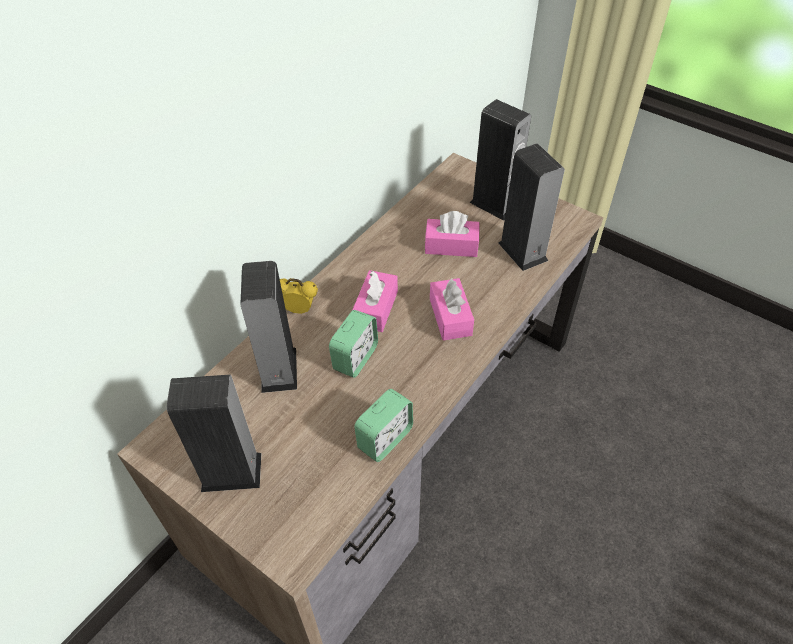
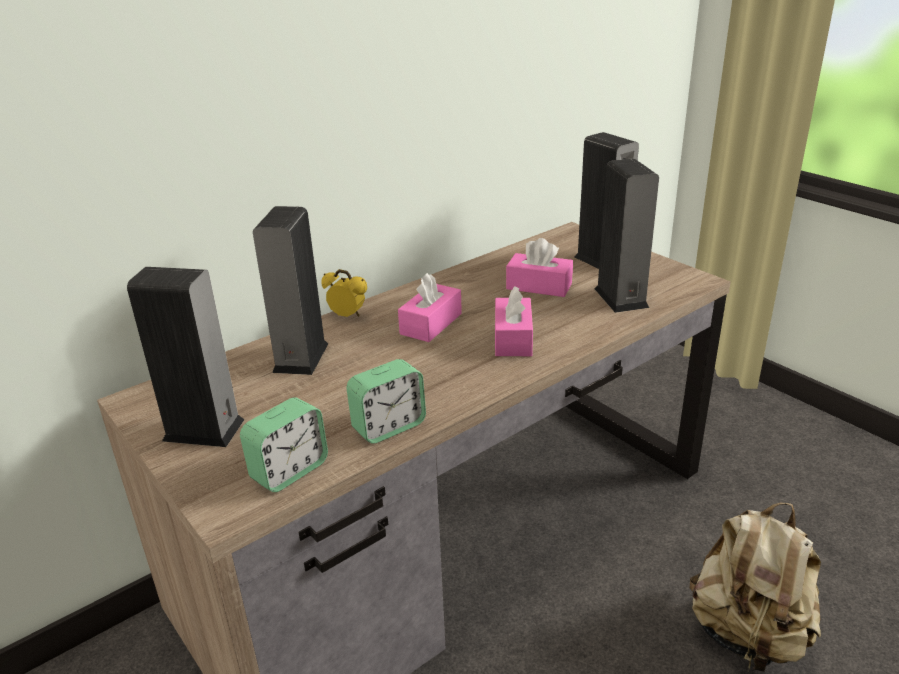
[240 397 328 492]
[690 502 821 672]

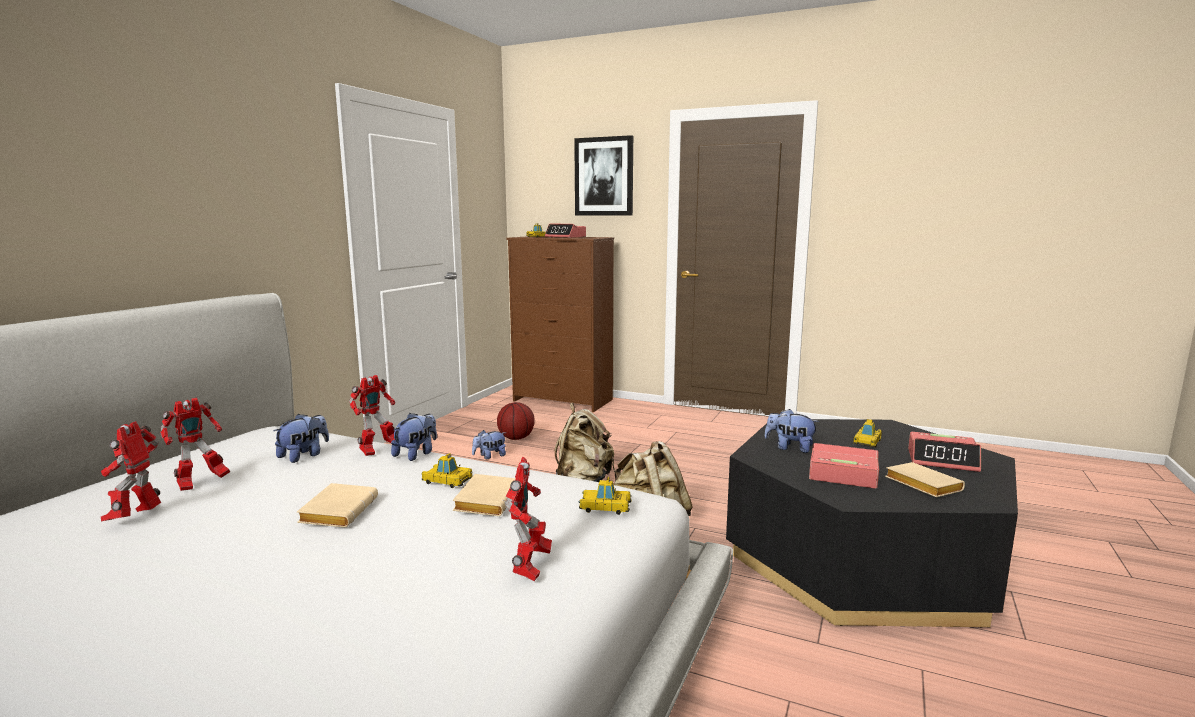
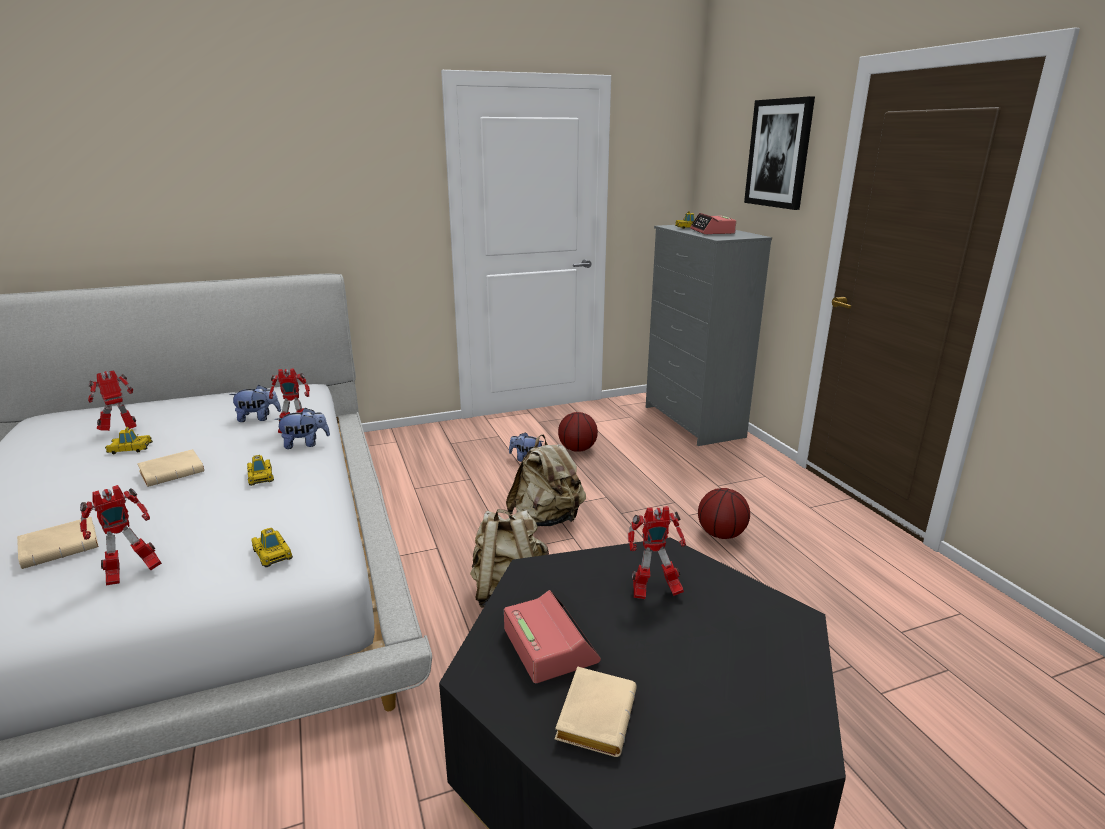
[628 506 686 599]
[17 517 99 569]
[646 225 772 446]
[764 409 819 453] (first image)
[105 427 153 454]
[908 432 981 472] (first image)
[698 488 750 539]

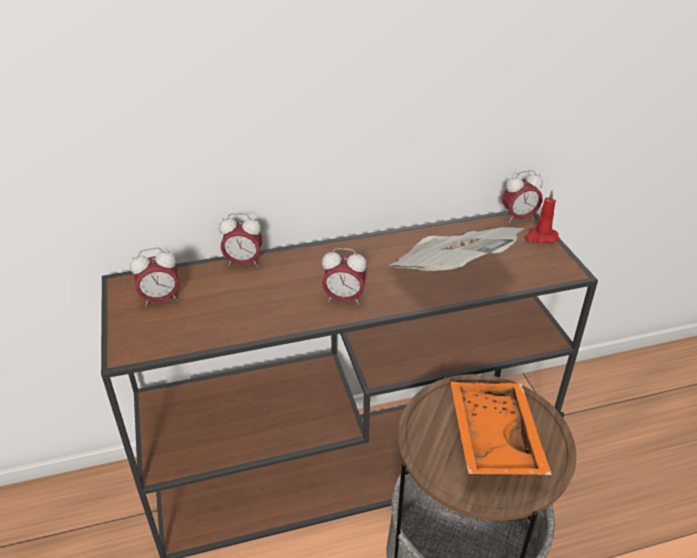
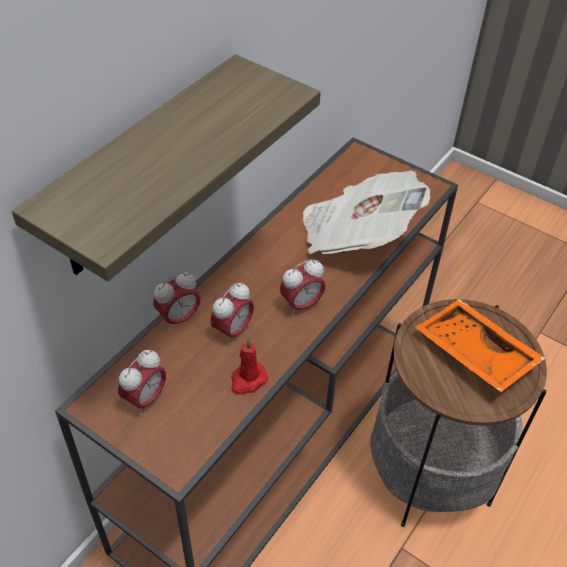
[210 282 254 344]
[231 339 268 394]
[12 54 321 282]

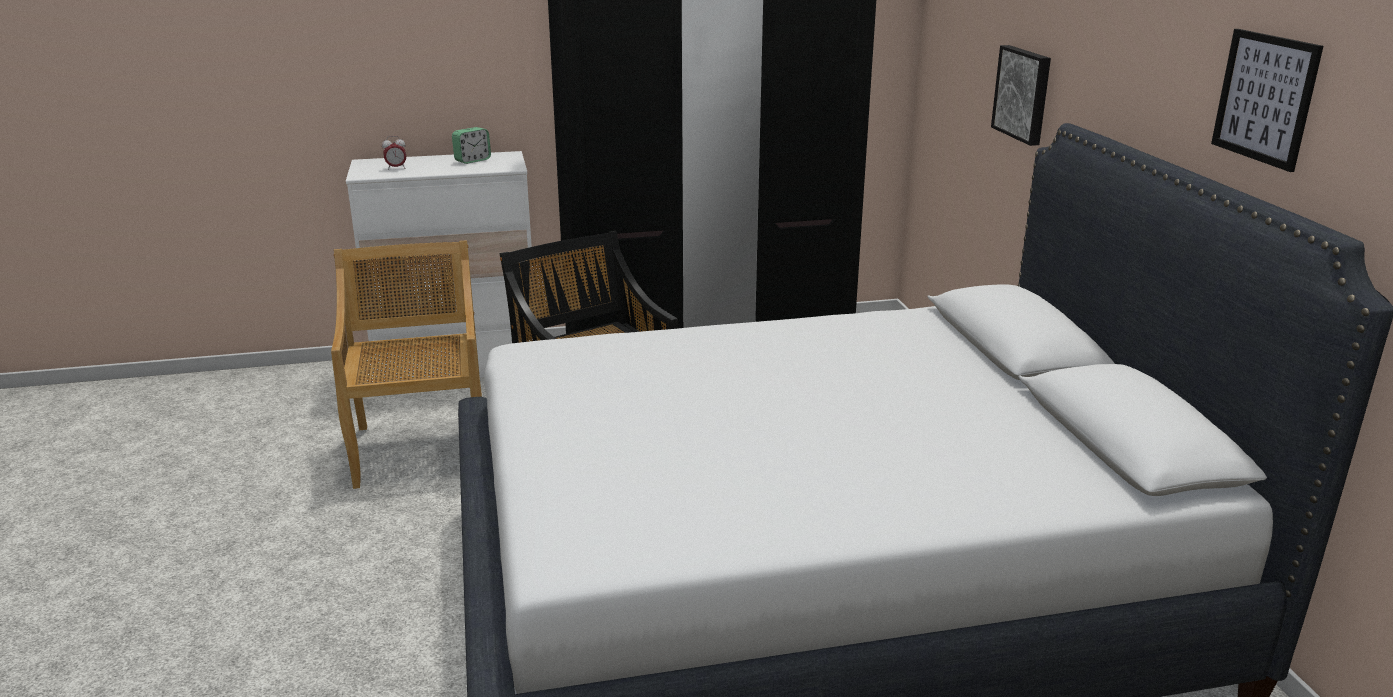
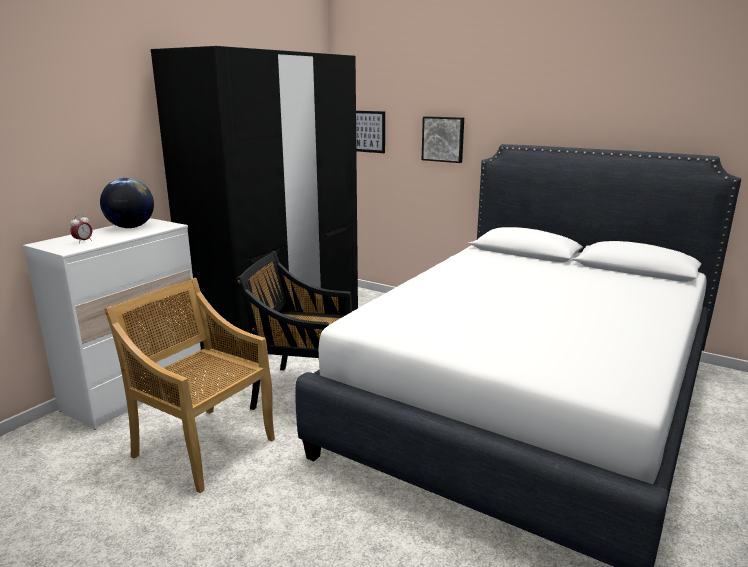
[100 178 154 228]
[356 111 385 153]

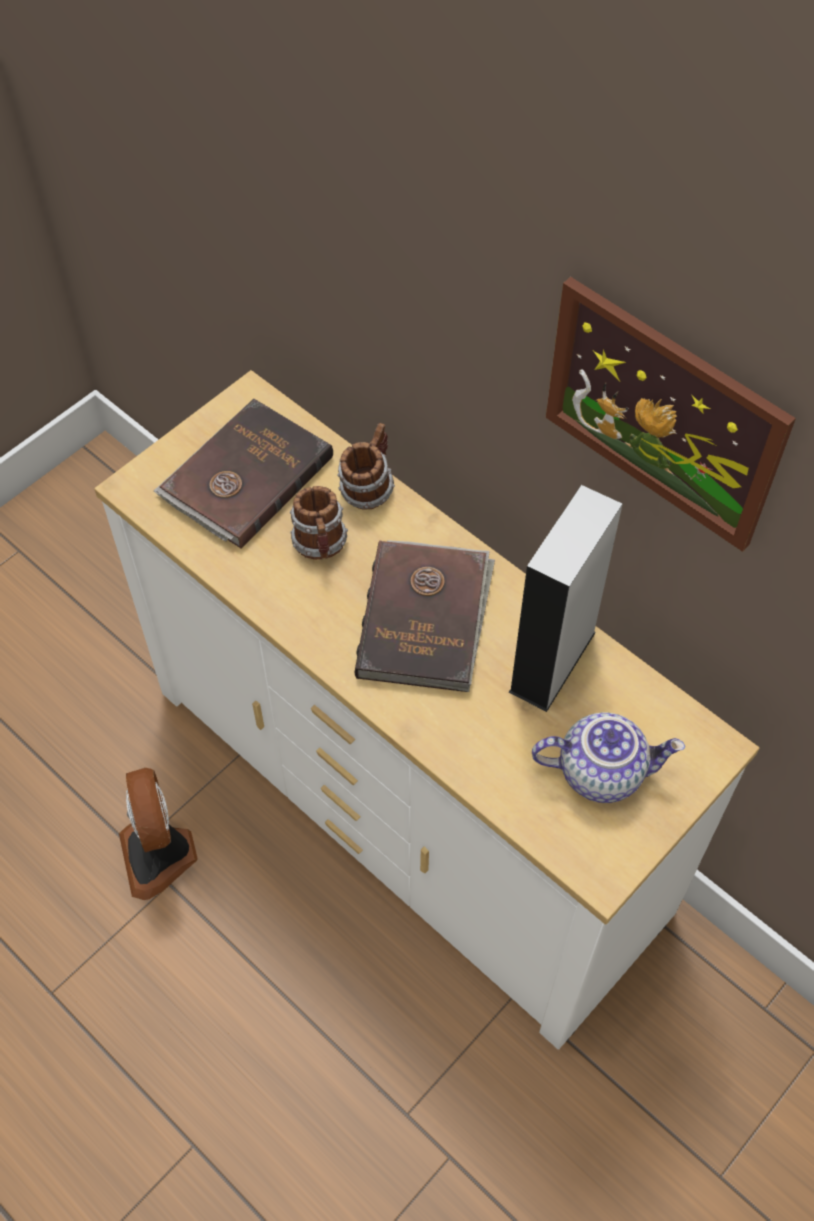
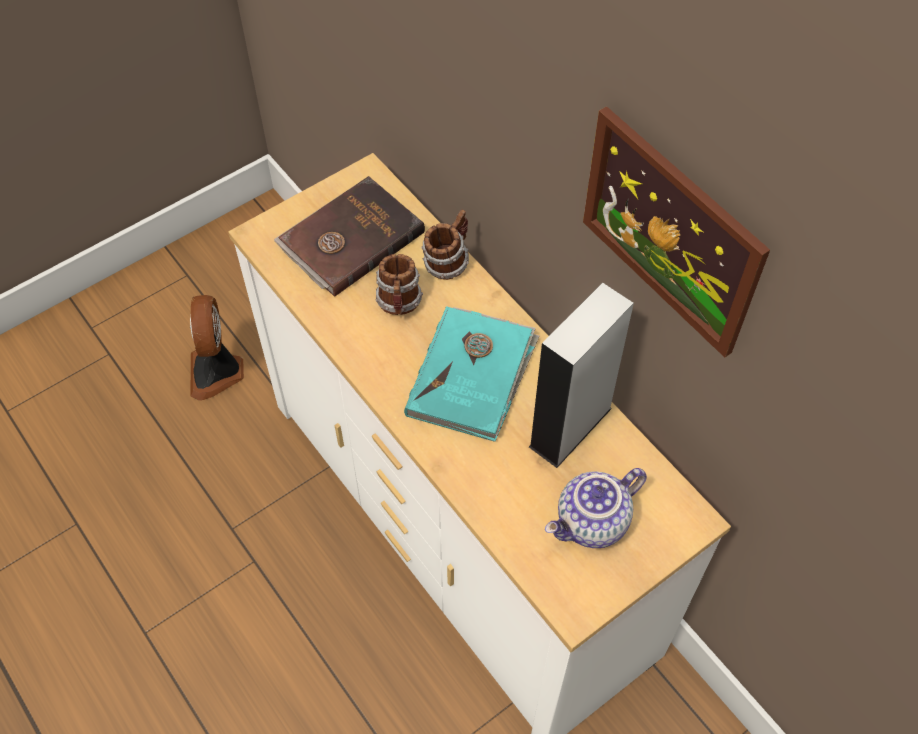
[190 295 244 400]
[404 306 539 442]
[545 468 647 548]

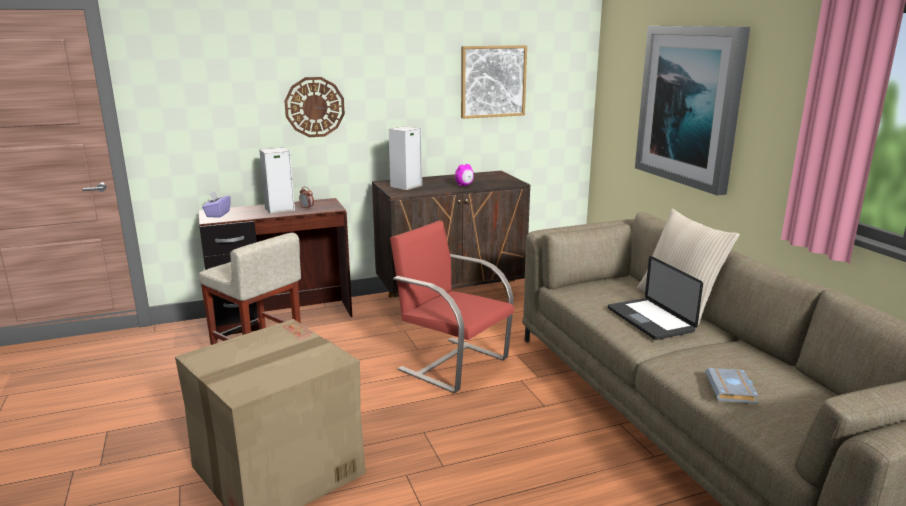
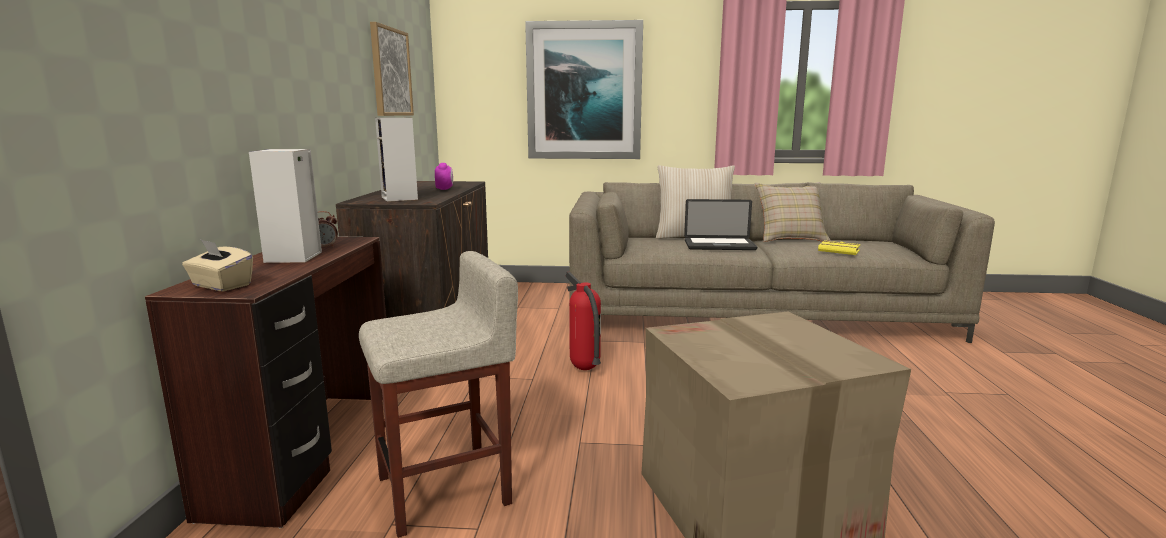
[182 240 253 291]
[284 77 345 137] (first image)
[565 272 601 370]
[818 241 861 255]
[755 182 831 242]

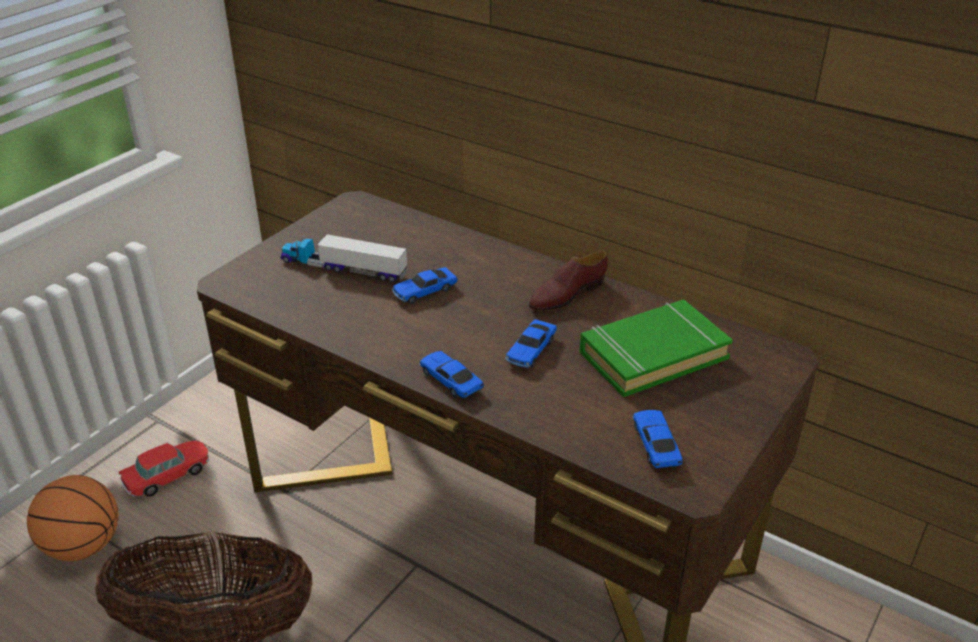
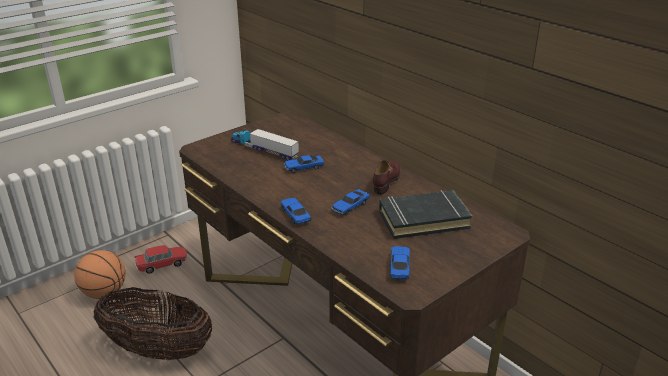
[373 160 400 194]
[379 190 473 239]

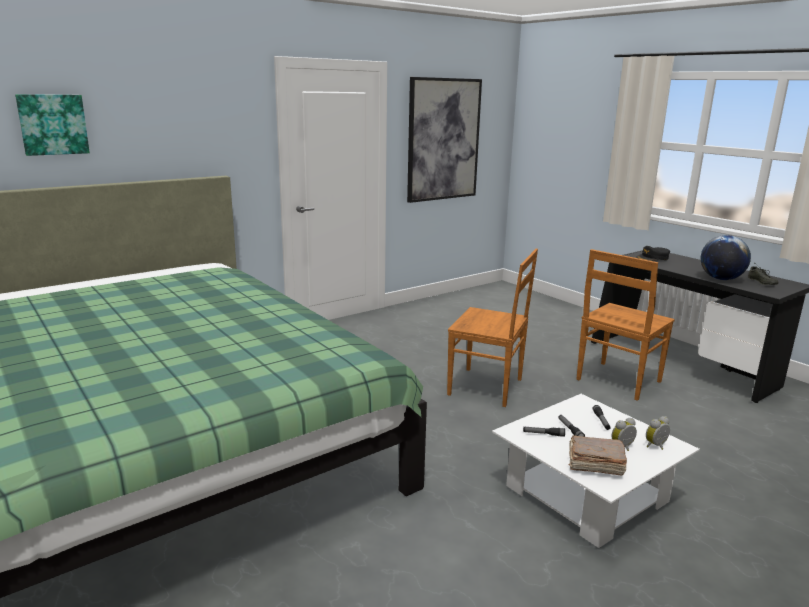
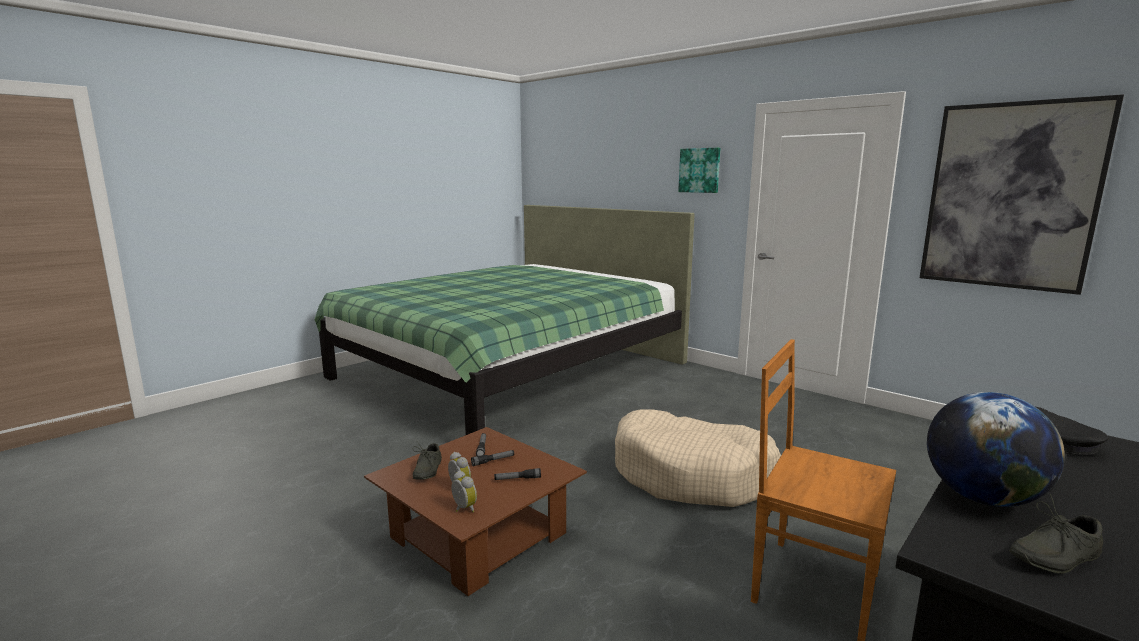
[678 148 720 193]
[615 409 781 507]
[364 427 587 596]
[412 442 442 480]

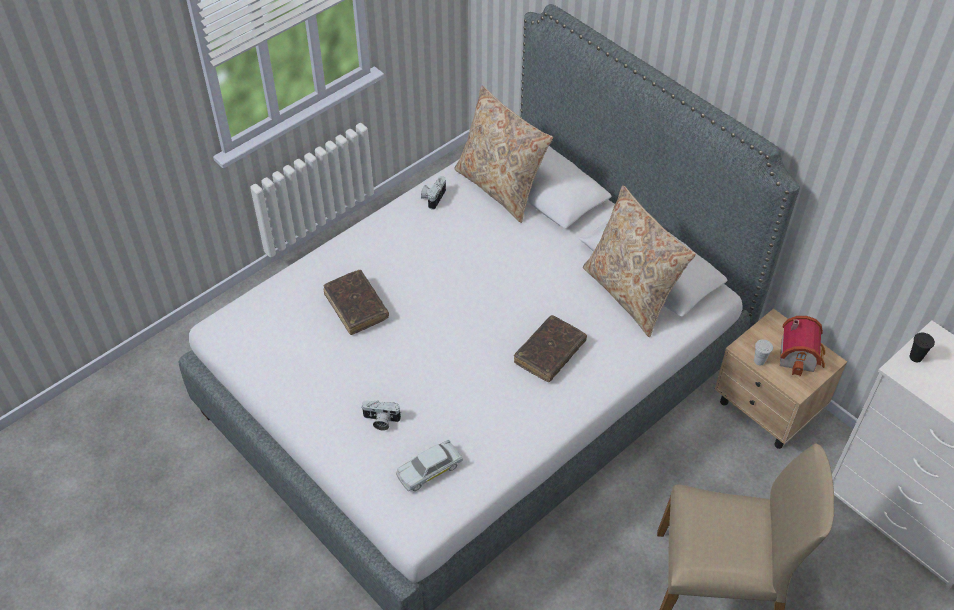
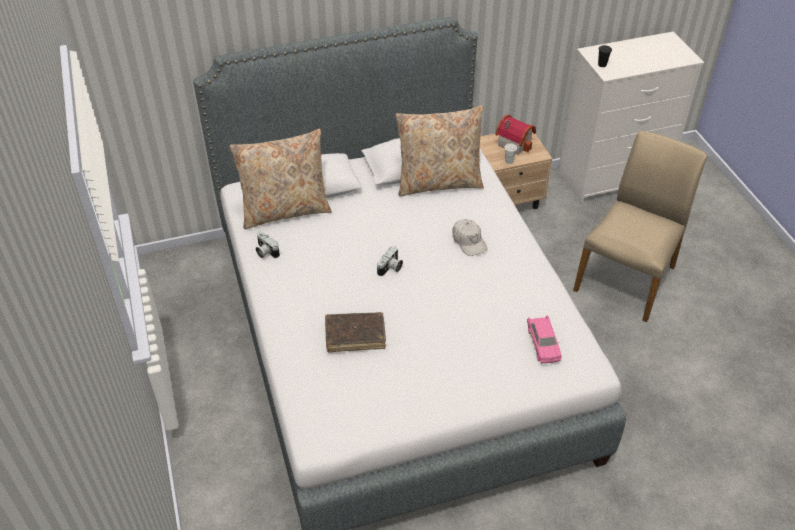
[377 247 403 276]
[527 316 561 363]
[452 219 488 256]

